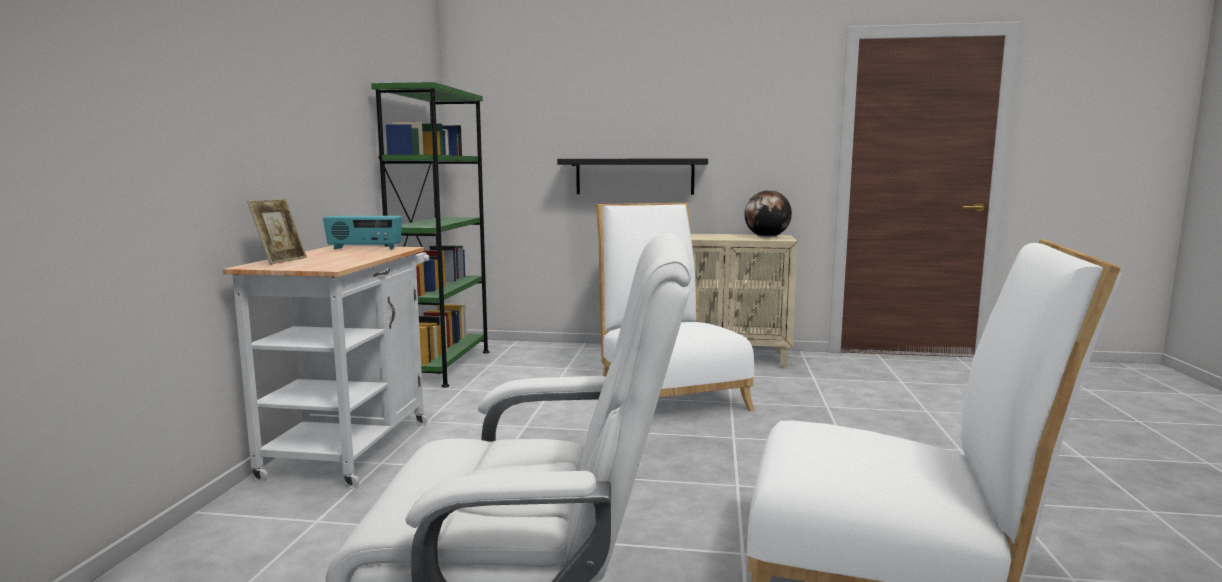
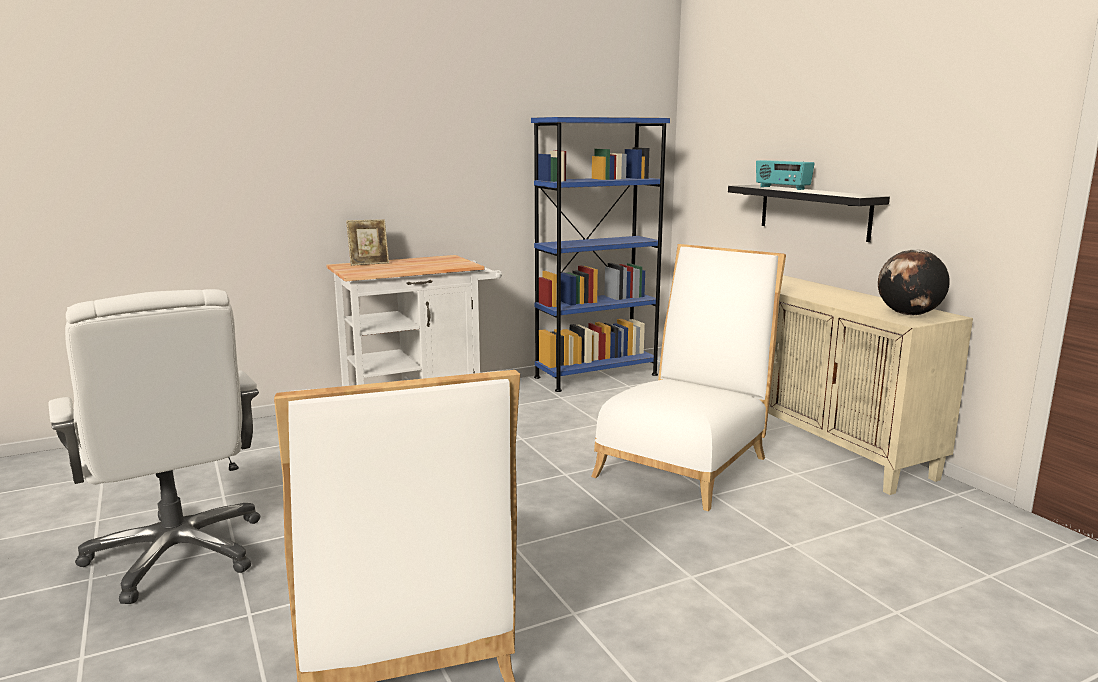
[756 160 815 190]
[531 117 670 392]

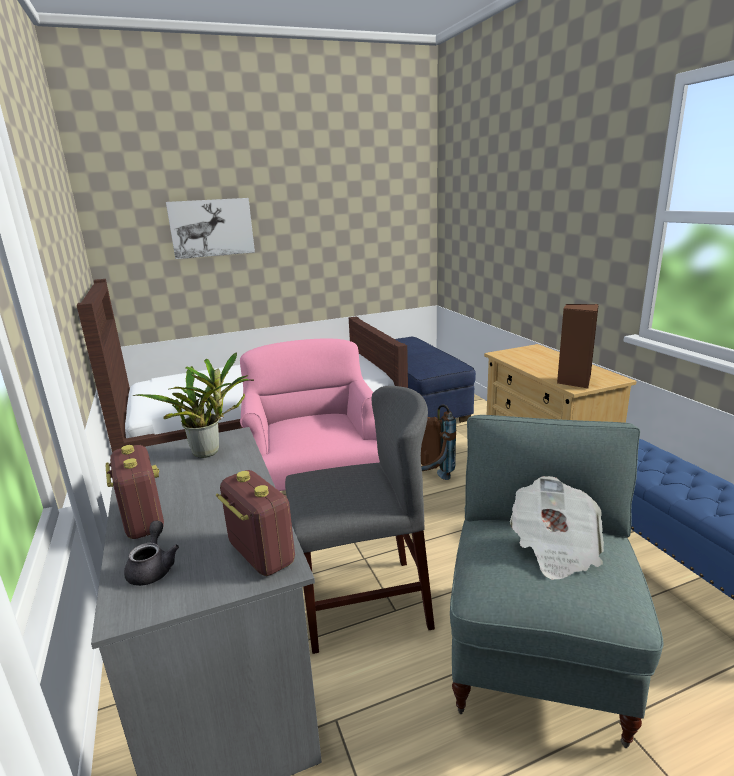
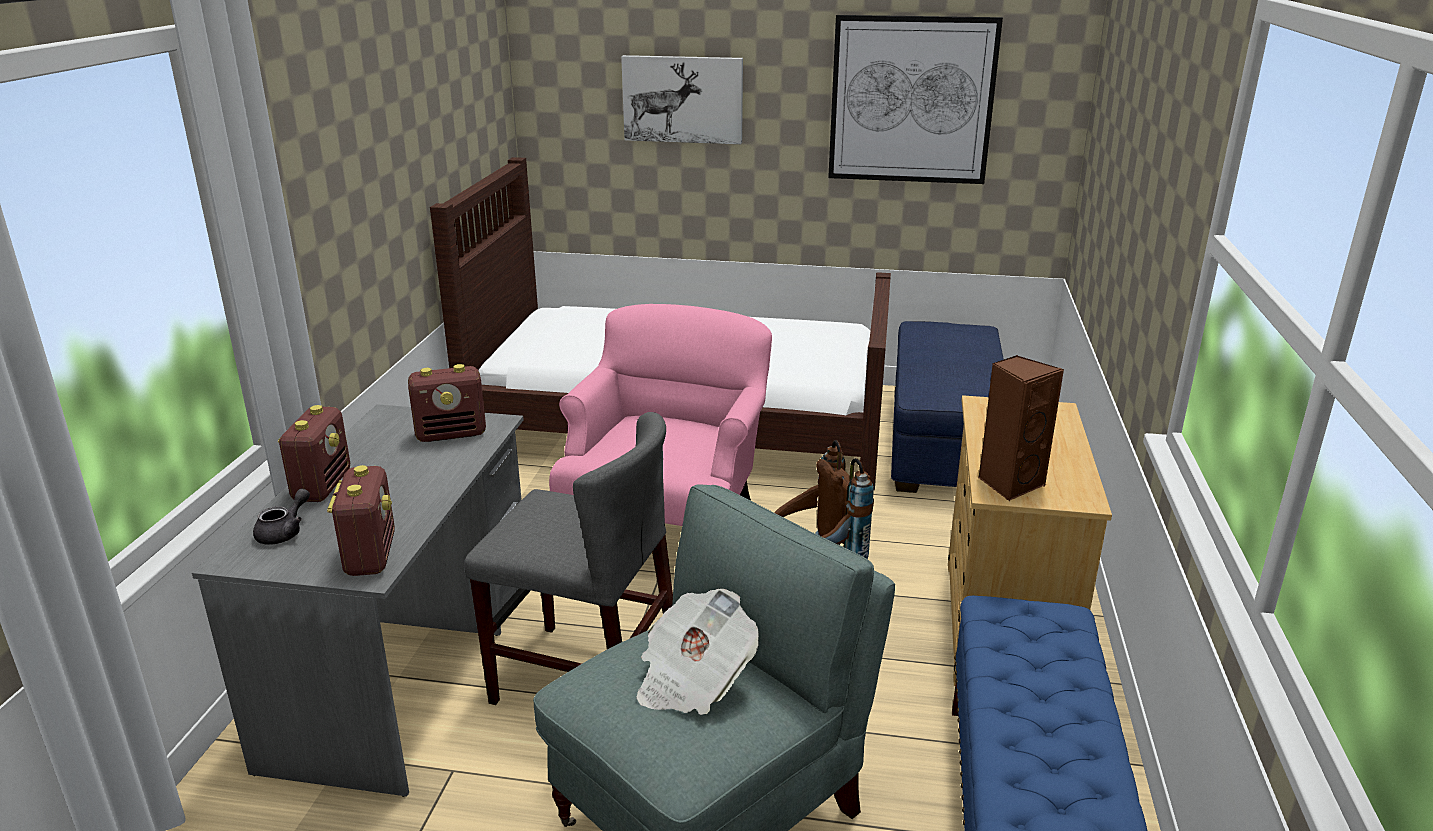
[408 364 486 442]
[828 15 1003 184]

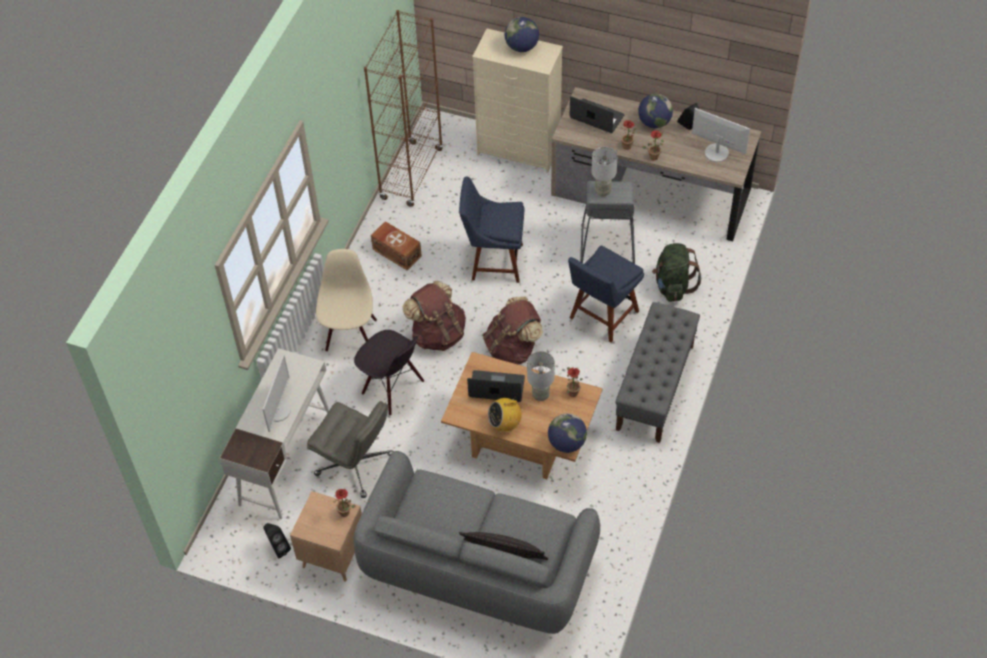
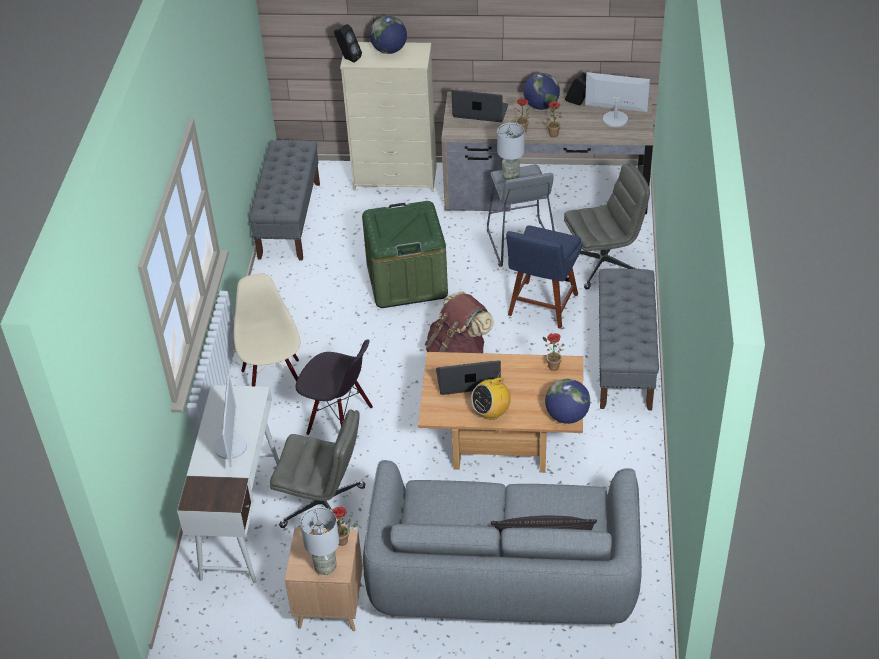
[334 24 362 63]
[249 140 320 261]
[371 221 422 270] (first image)
[403 281 466 351] (first image)
[362 201 448 308]
[300 507 339 575]
[564 163 650 289]

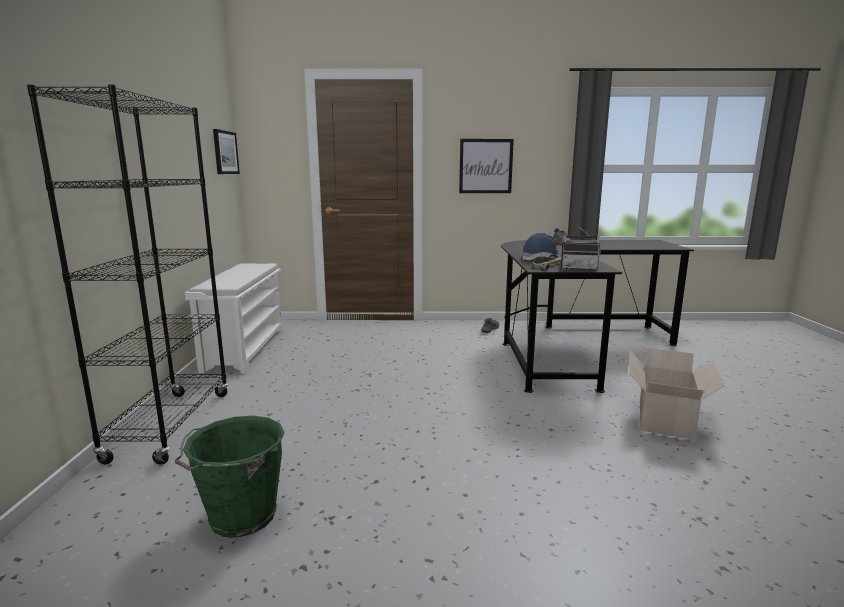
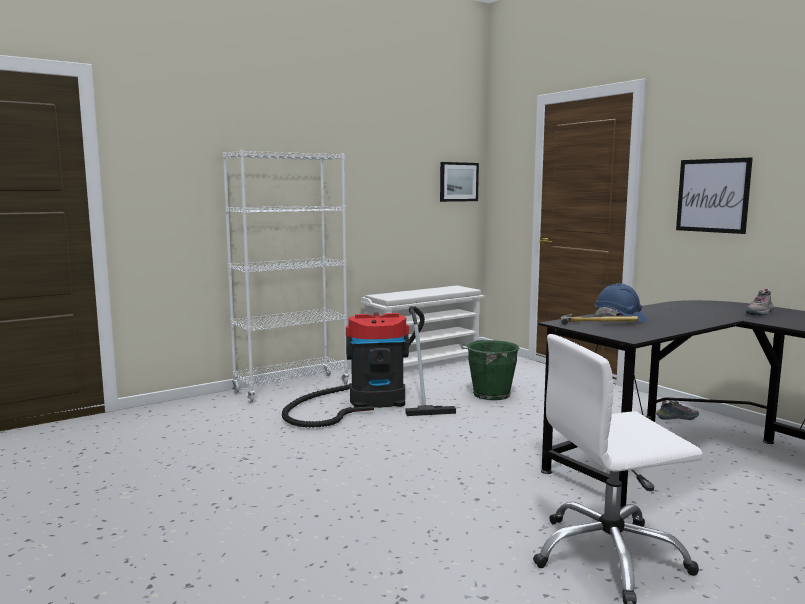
[222 150 349 403]
[460 340 520 400]
[560 225 601 270] (first image)
[533 334 703 604]
[282 306 456 428]

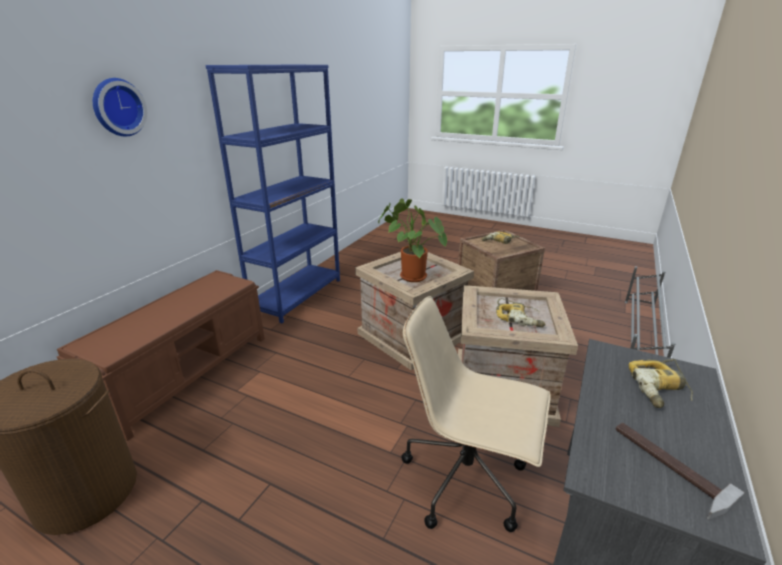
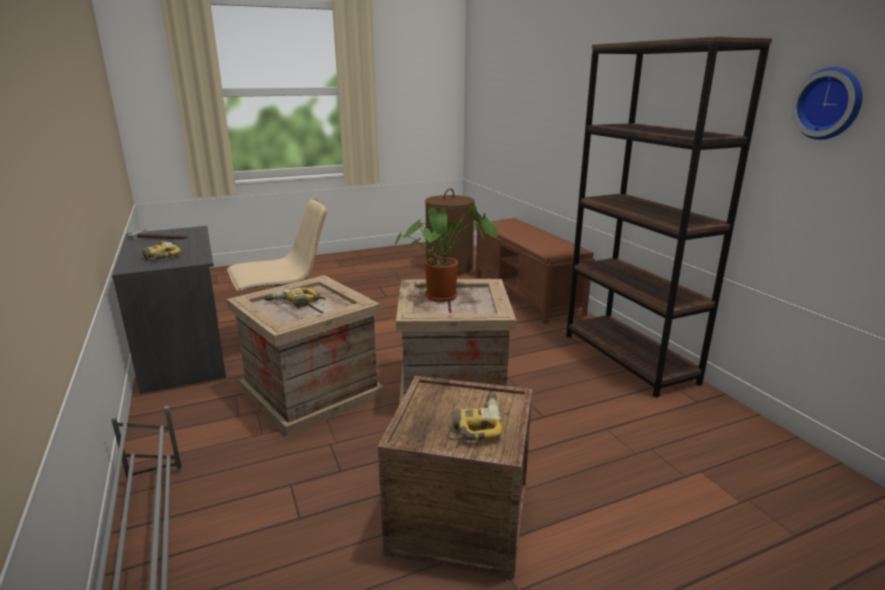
[791 67 863 140]
[566 36 772 398]

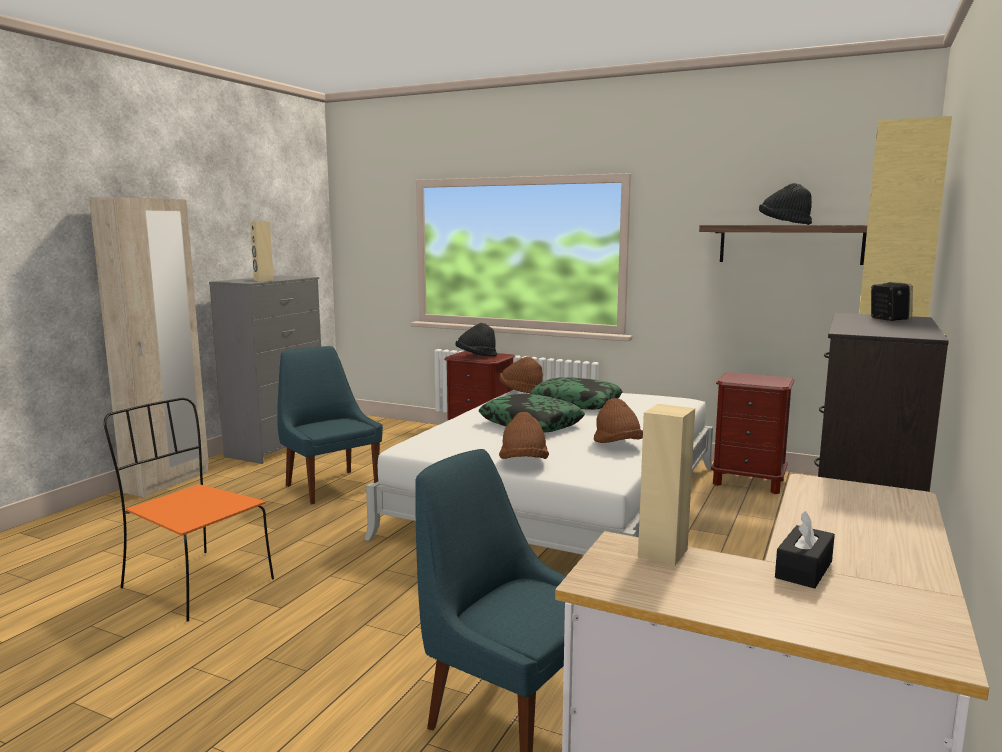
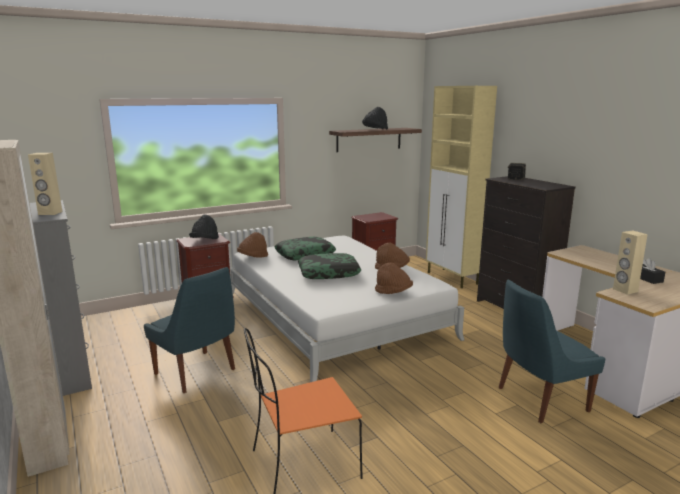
[144 267 235 393]

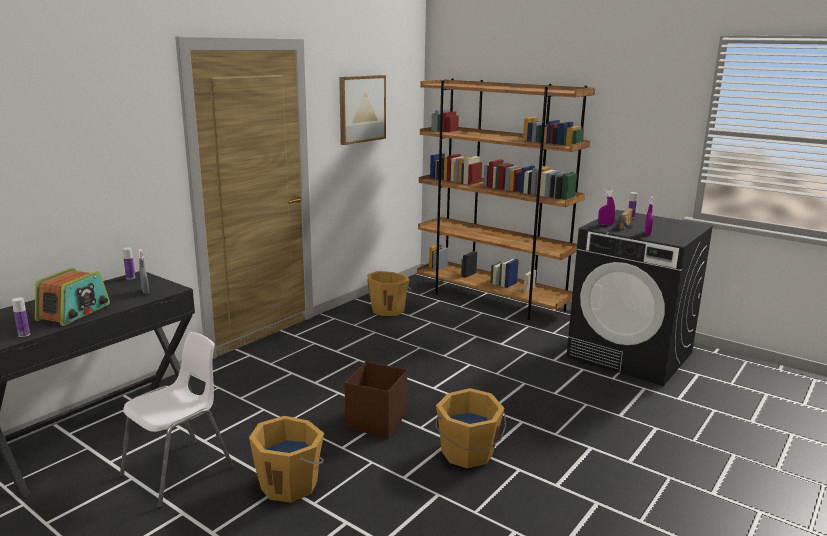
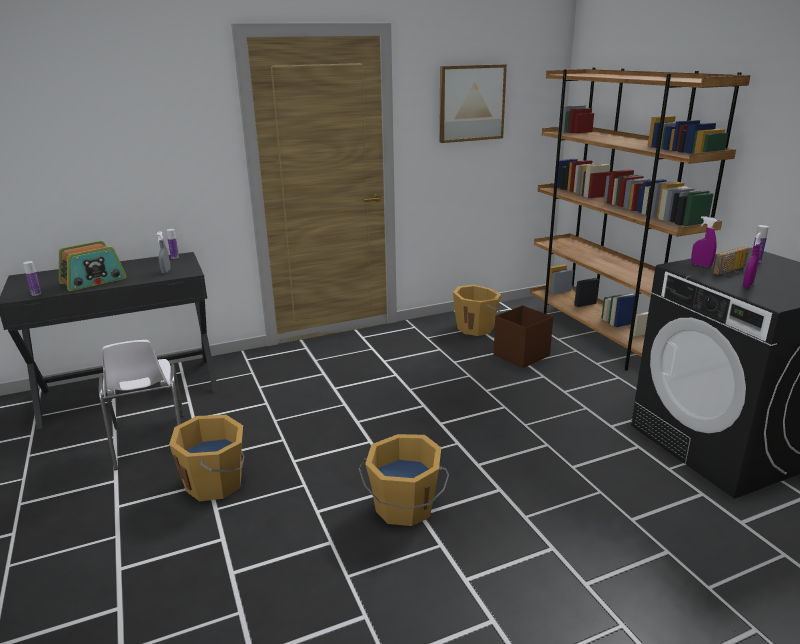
[98 340 184 470]
[494 305 553 368]

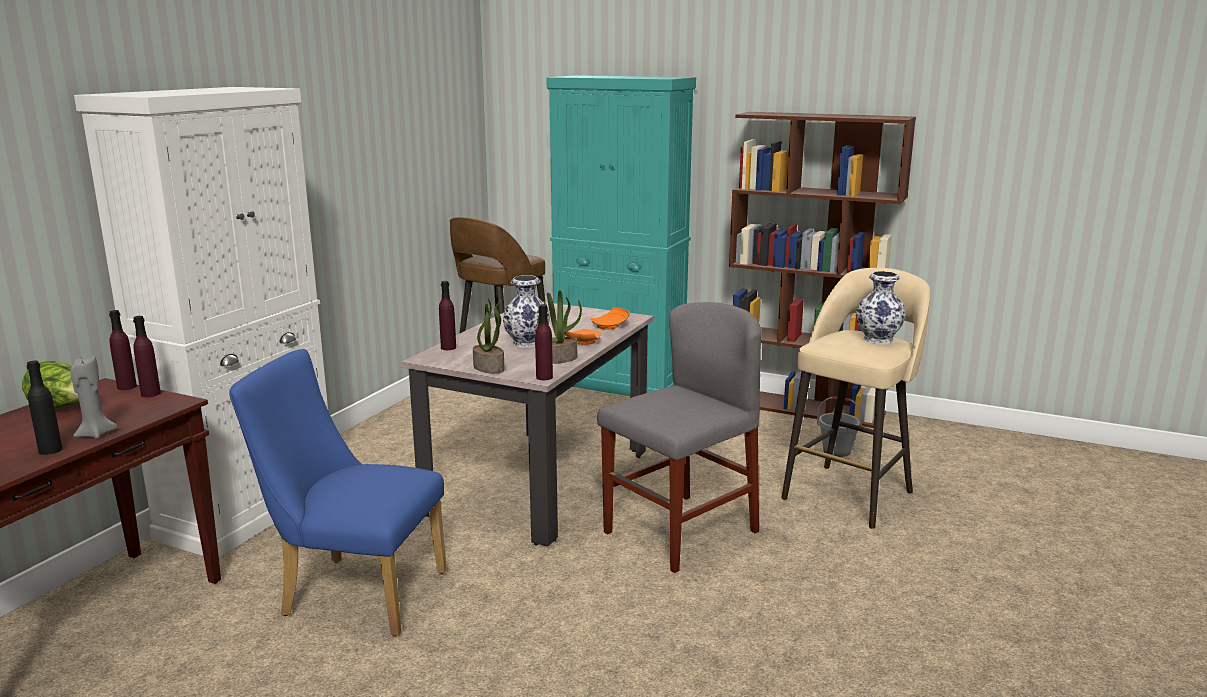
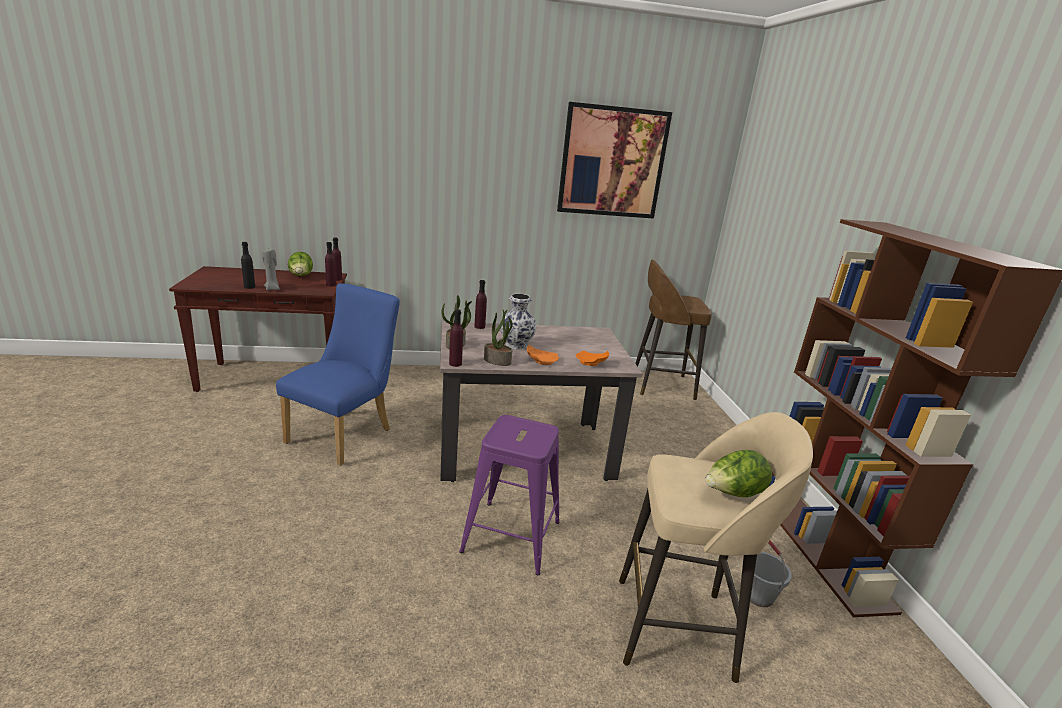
[74 87 328 557] (first image)
[276 283 400 466]
[547 75 696 396] (first image)
[459 415 560 575]
[705 450 772 497]
[557 102 672 219]

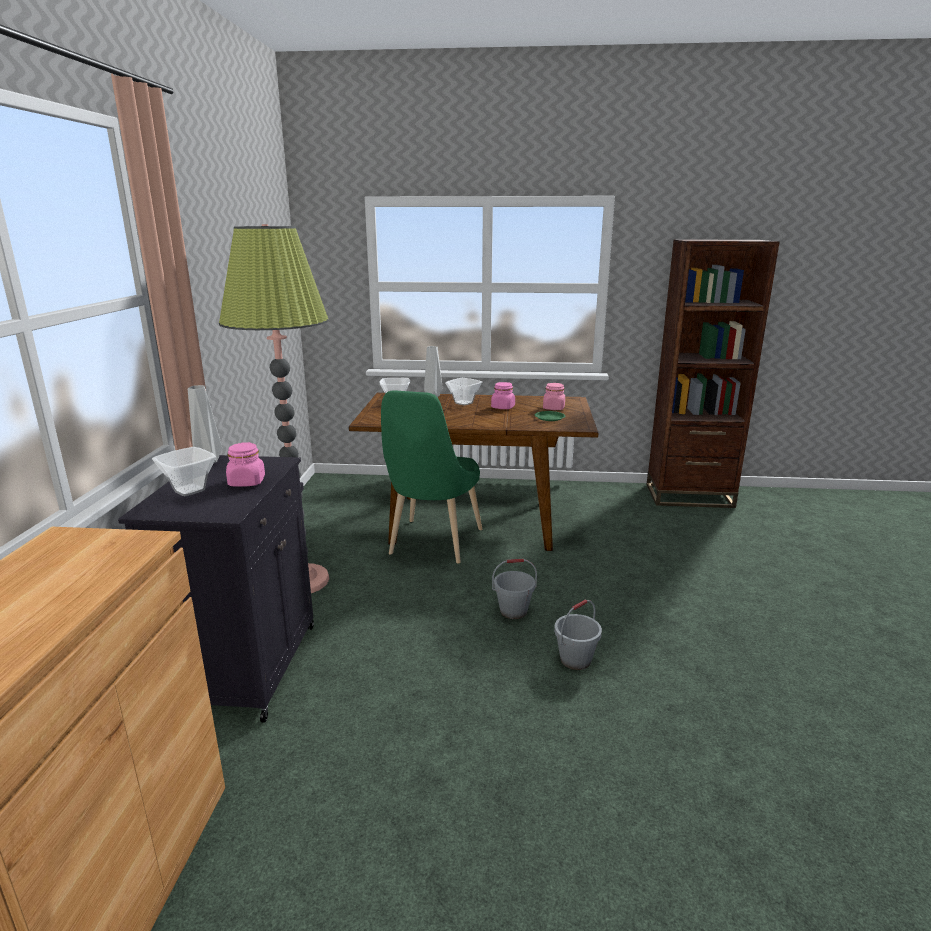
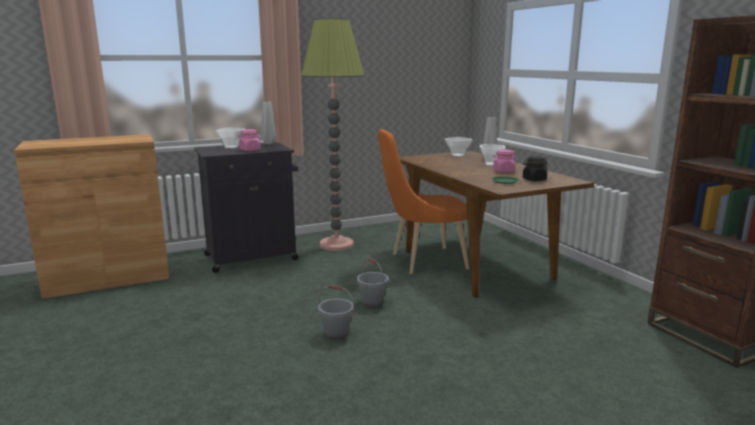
[378 129 469 274]
[523 156 547 181]

